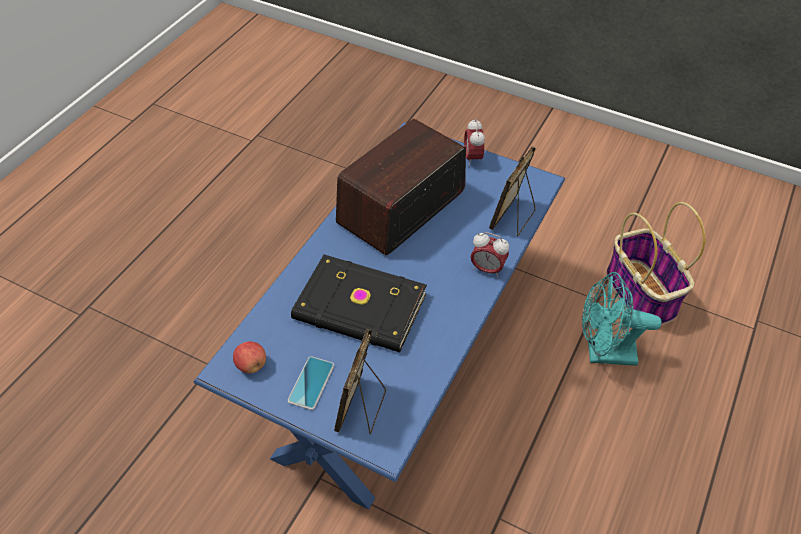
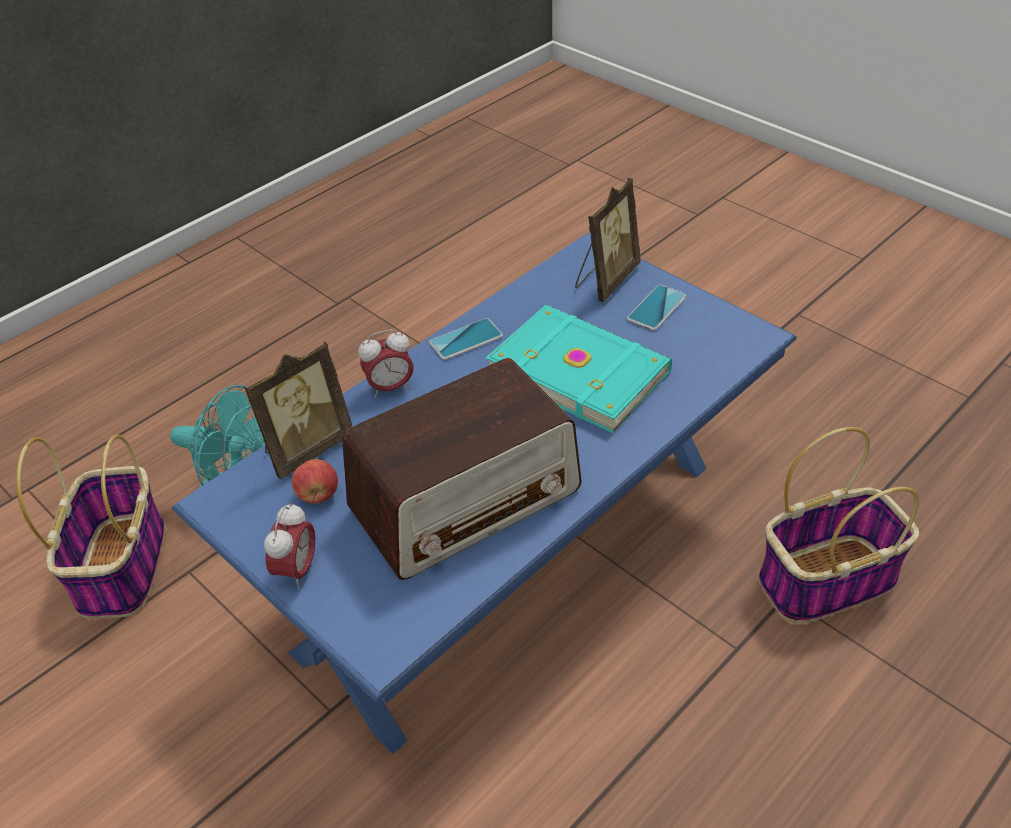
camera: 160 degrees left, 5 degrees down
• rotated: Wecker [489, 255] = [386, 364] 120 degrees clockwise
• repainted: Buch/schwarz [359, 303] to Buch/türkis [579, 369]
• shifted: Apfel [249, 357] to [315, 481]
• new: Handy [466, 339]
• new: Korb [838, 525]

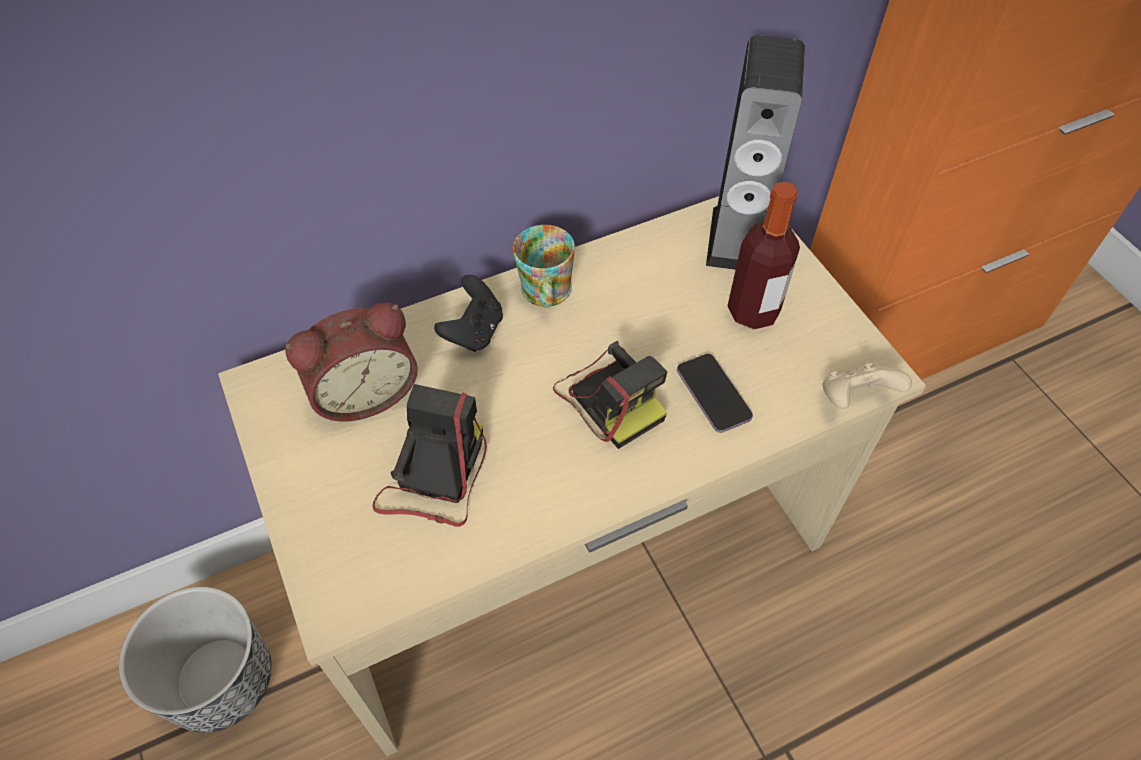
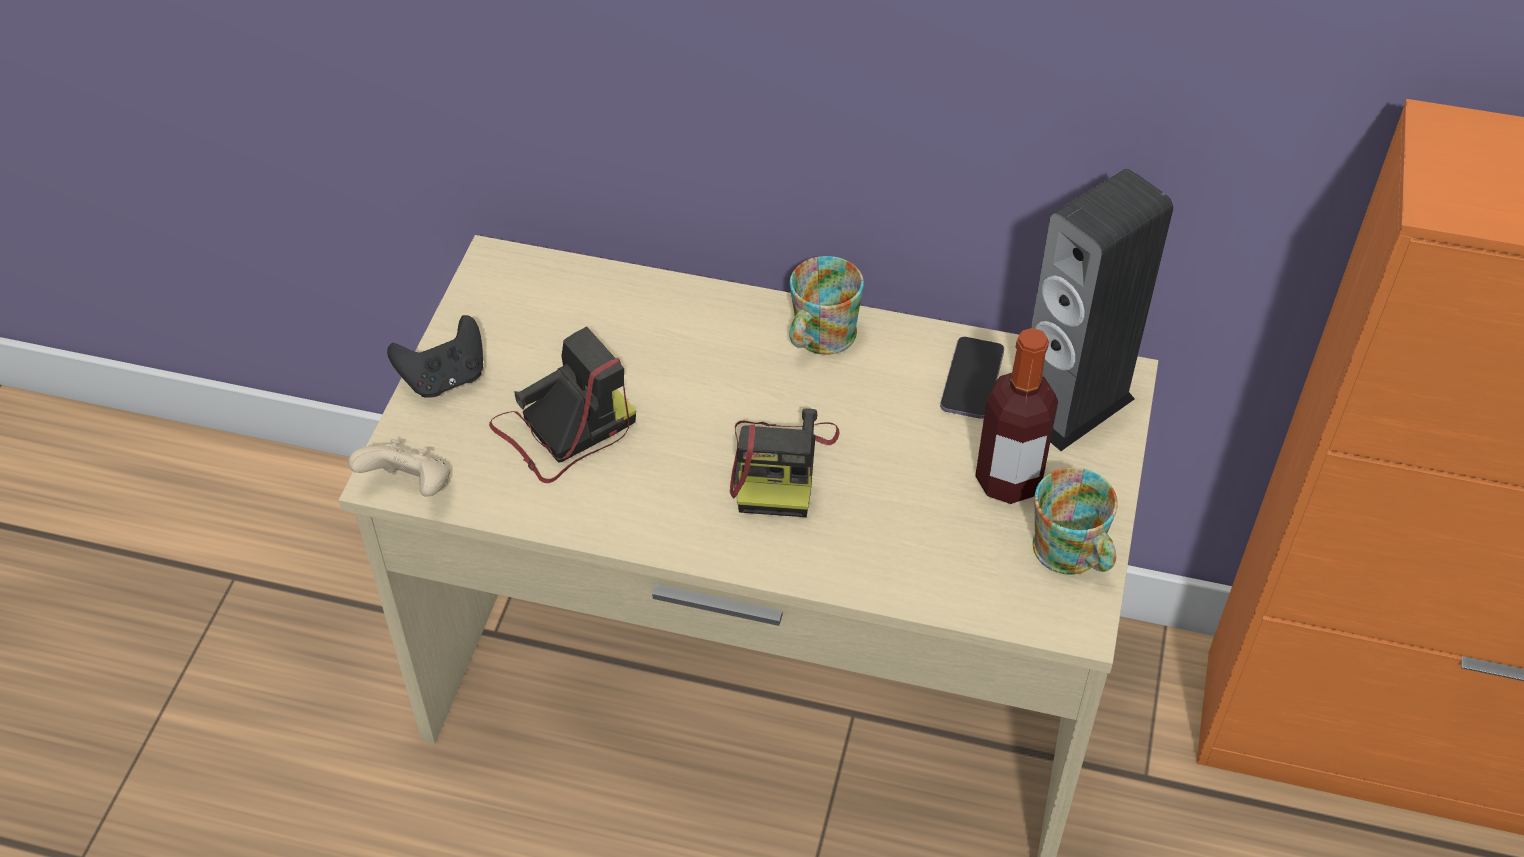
camera: 40 degrees right, 5 degrees down
• shifted: Gamepad/schwarz [468, 313] to [435, 356]
• gone: Wecker [351, 362]
• shifted: Handy [715, 393] to [972, 378]
• shifted: Gamepad/beige [867, 385] to [399, 468]
• gone: Pflanzkübel [195, 660]
• new: Henkelbecher [1075, 521]

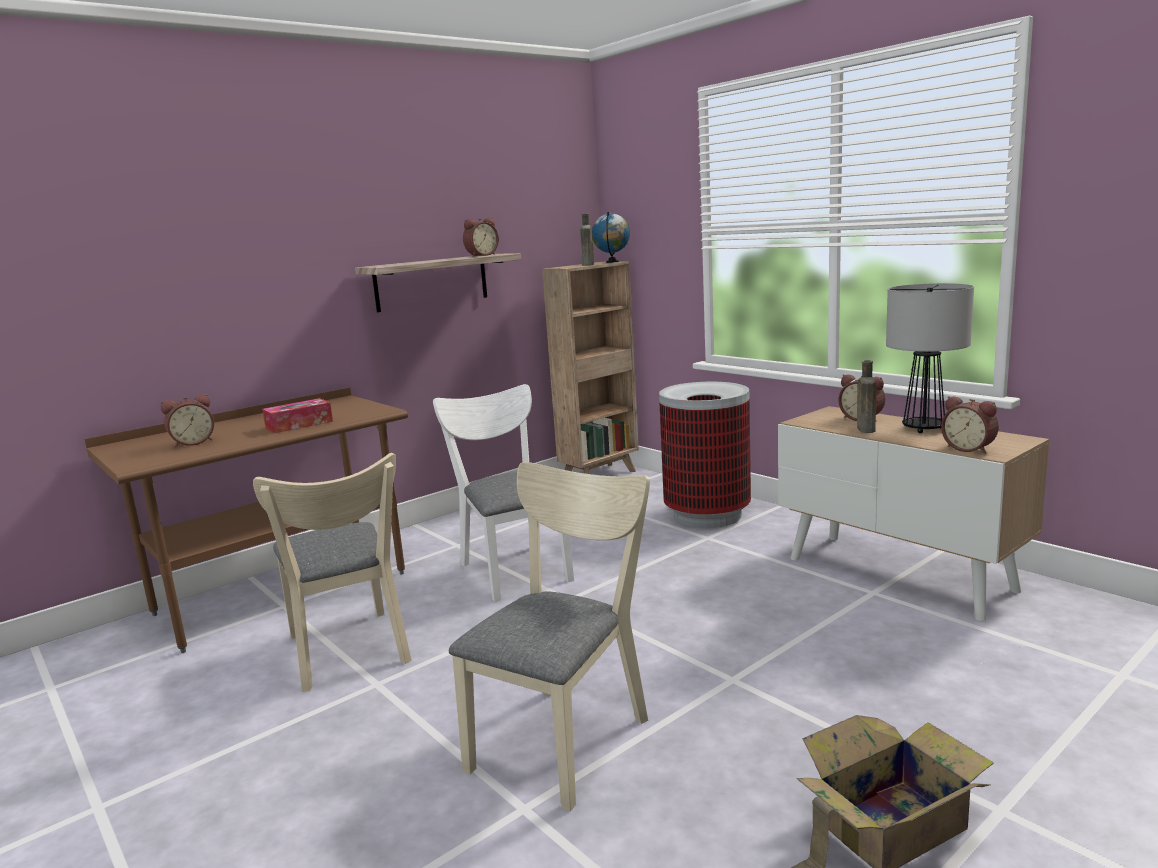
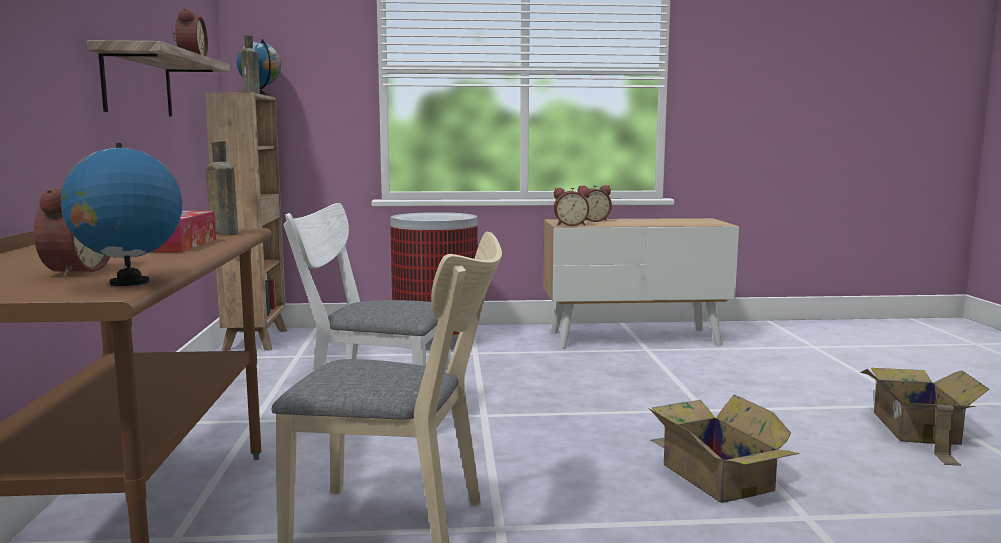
camera: 55 degrees left, 5 degrees down
• gone: Tischlampe [930, 358]
• shifted: Flasche/braun [866, 396] to [222, 188]
• shifted: Wecker [970, 425] to [571, 207]
• swapped: Stuhl/beige [549, 636] to Karton [723, 448]
• new: Globus [121, 214]

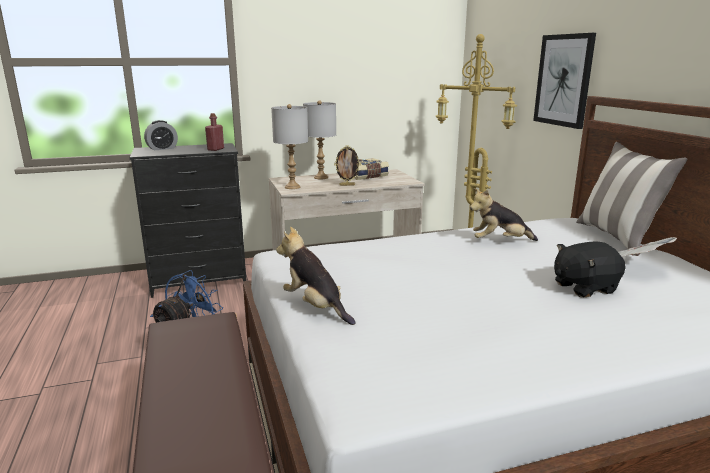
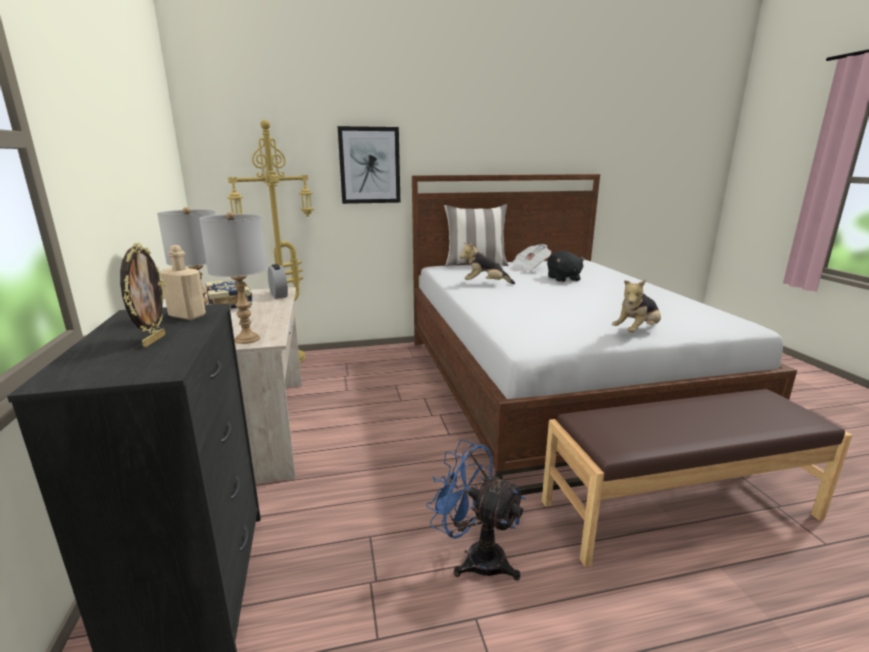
camera: 85 degrees left, 0 degrees up
• repainted: Flasche/rot [214, 132] to Flasche/beige [183, 282]
• shifted: Wecker [161, 135] to [278, 281]
• shifted: Bilderrahmen [347, 165] to [142, 295]
• rotated: Plüschtier [504, 214] = [487, 263] 90 degrees clockwise

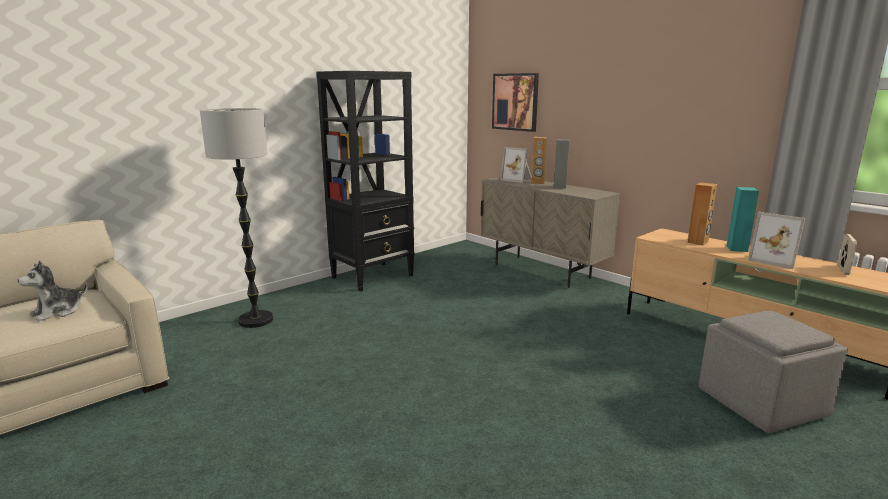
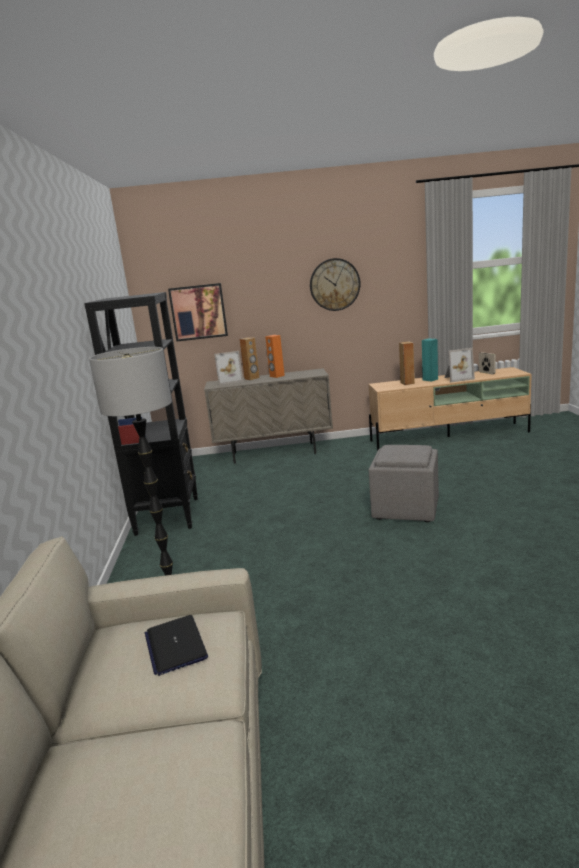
camera: 50 degrees left, 0 degrees up
• repainted: Lautsprecher/grau [561, 164] to Lautsprecher/orange [275, 356]
• swapped: Plüschtier [52, 291] to Laptop [176, 645]
• shifted: Polsterhocker/grau [773, 372] to [404, 483]
• new: Wanduhr [335, 284]

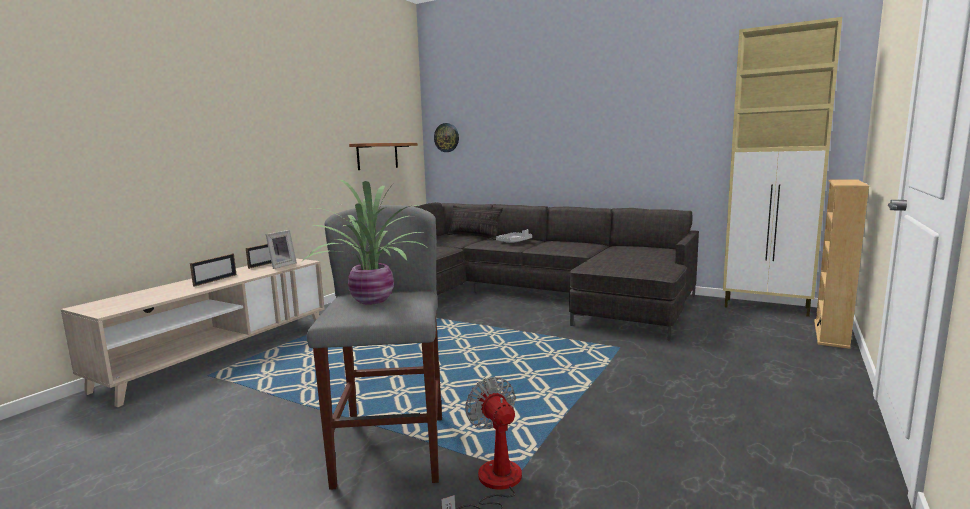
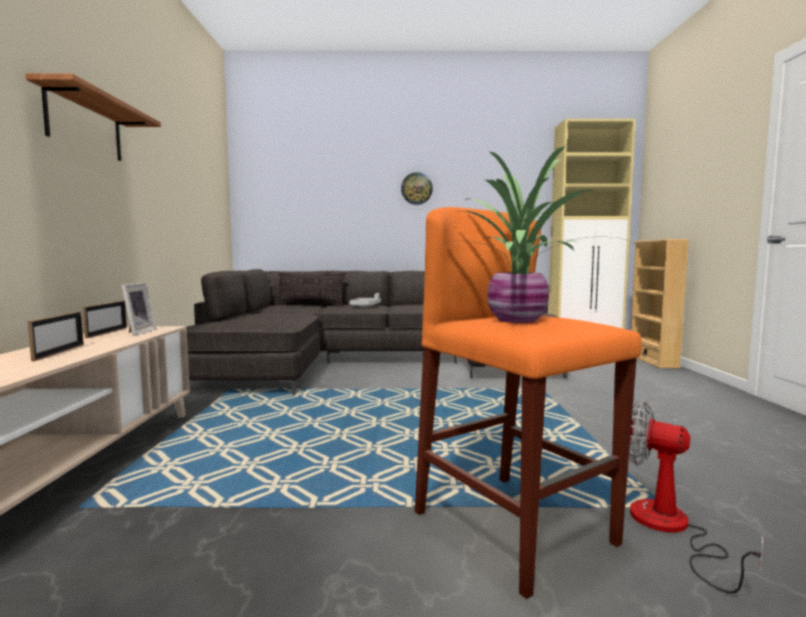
camera: 30 degrees left, 5 degrees down
• shifted: Wanduhr [446, 137] to [417, 188]
• shifted: Wandregal [383, 156] to [93, 117]
• repainted: Hocker/grau [374, 347] to Hocker/orange [528, 403]

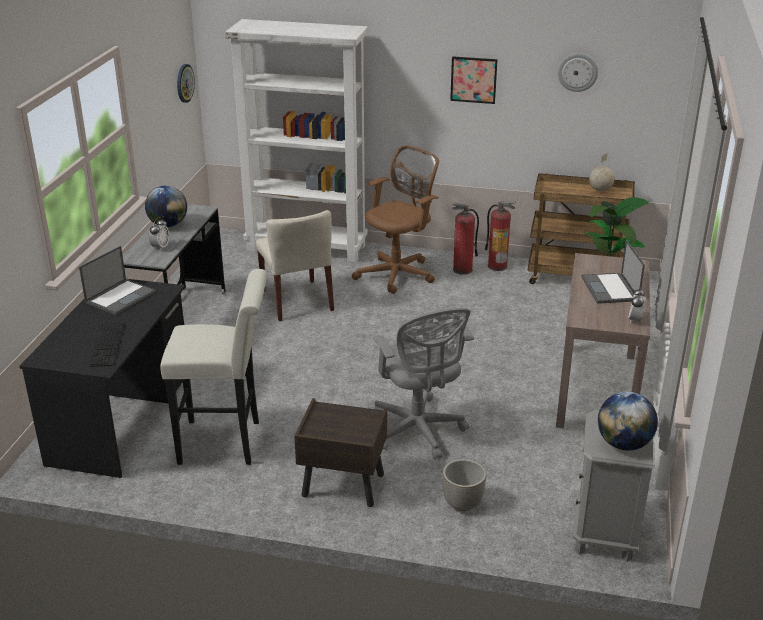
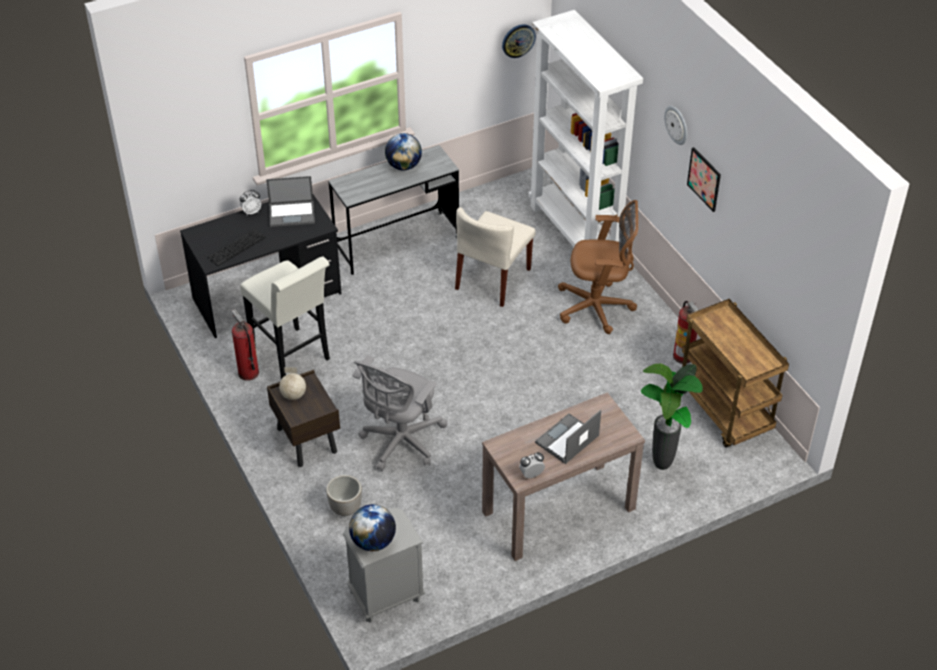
camera: 50 degrees right, 15 degrees up
• shifted: Wanduhr [578, 72] to [675, 125]
• shifted: Globus [601, 172] to [292, 383]
• shifted: Feuerlöscher [465, 238] to [245, 345]
• shifted: Wecker [159, 234] to [250, 202]

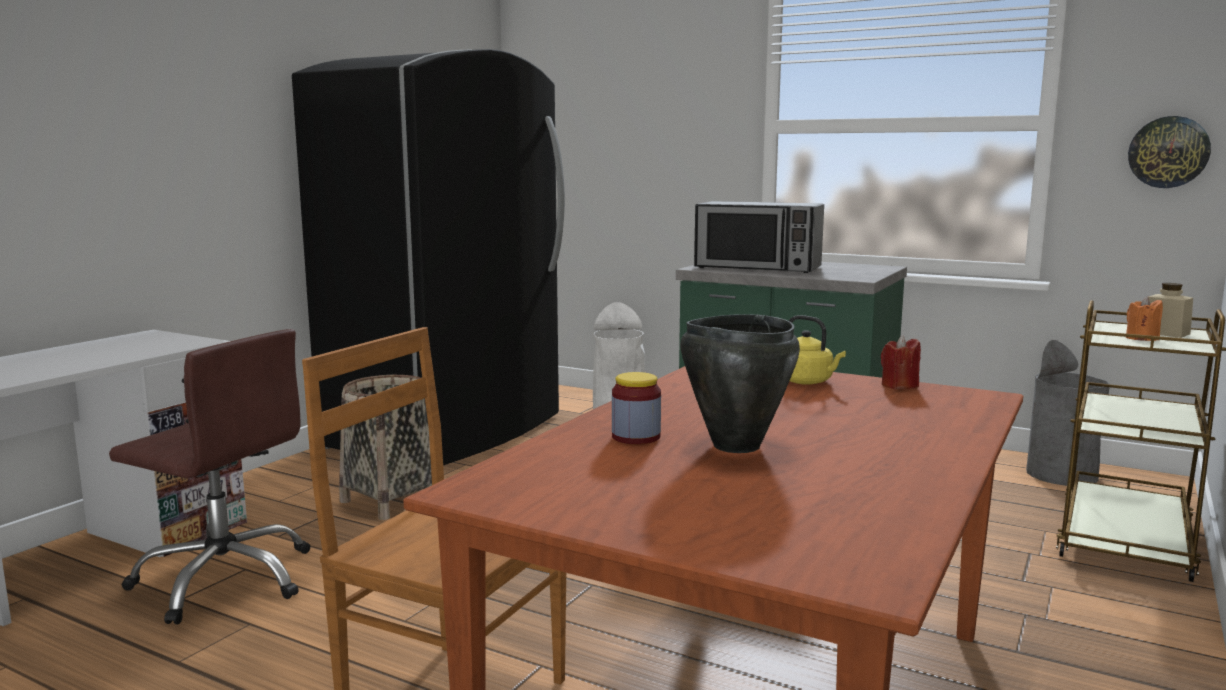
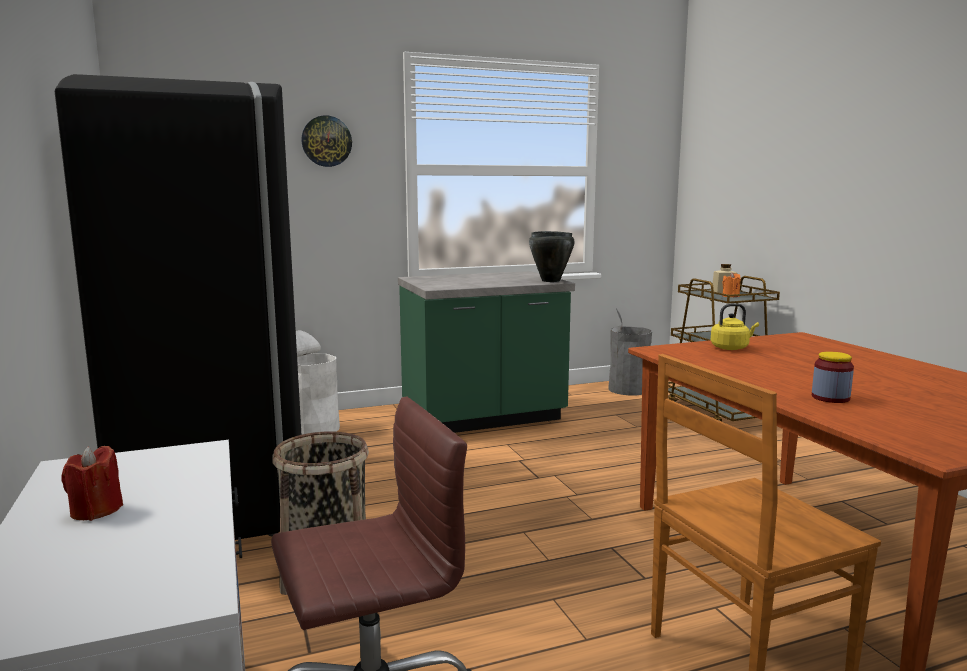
camera: 50 degrees left, 0 degrees up
• shifted: Wanduhr [1169, 152] to [326, 141]
• gone: Mikrowelle [759, 237]
• shifted: Kochtopf/schwarz [740, 383] to [552, 256]
• shifted: Kerze/rot [901, 362] to [92, 483]

